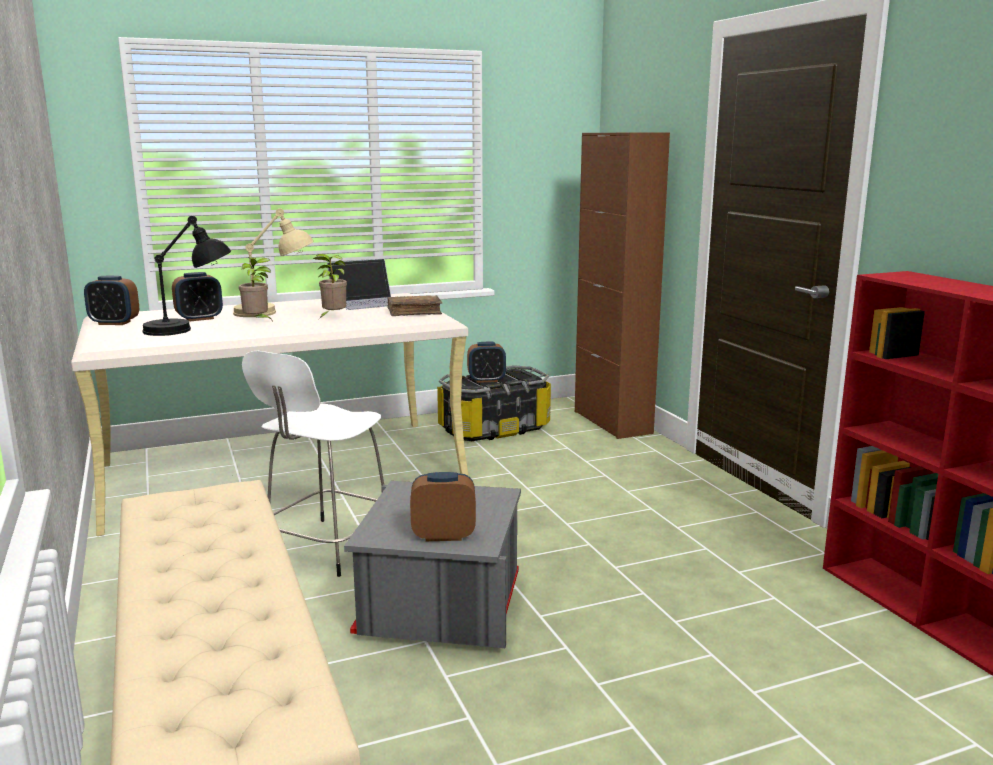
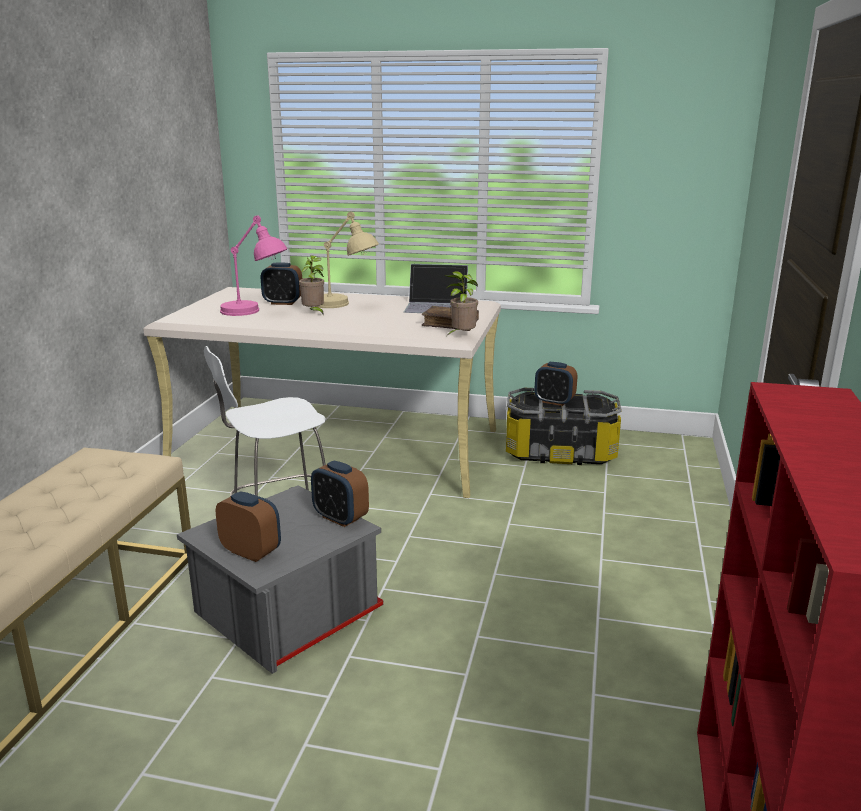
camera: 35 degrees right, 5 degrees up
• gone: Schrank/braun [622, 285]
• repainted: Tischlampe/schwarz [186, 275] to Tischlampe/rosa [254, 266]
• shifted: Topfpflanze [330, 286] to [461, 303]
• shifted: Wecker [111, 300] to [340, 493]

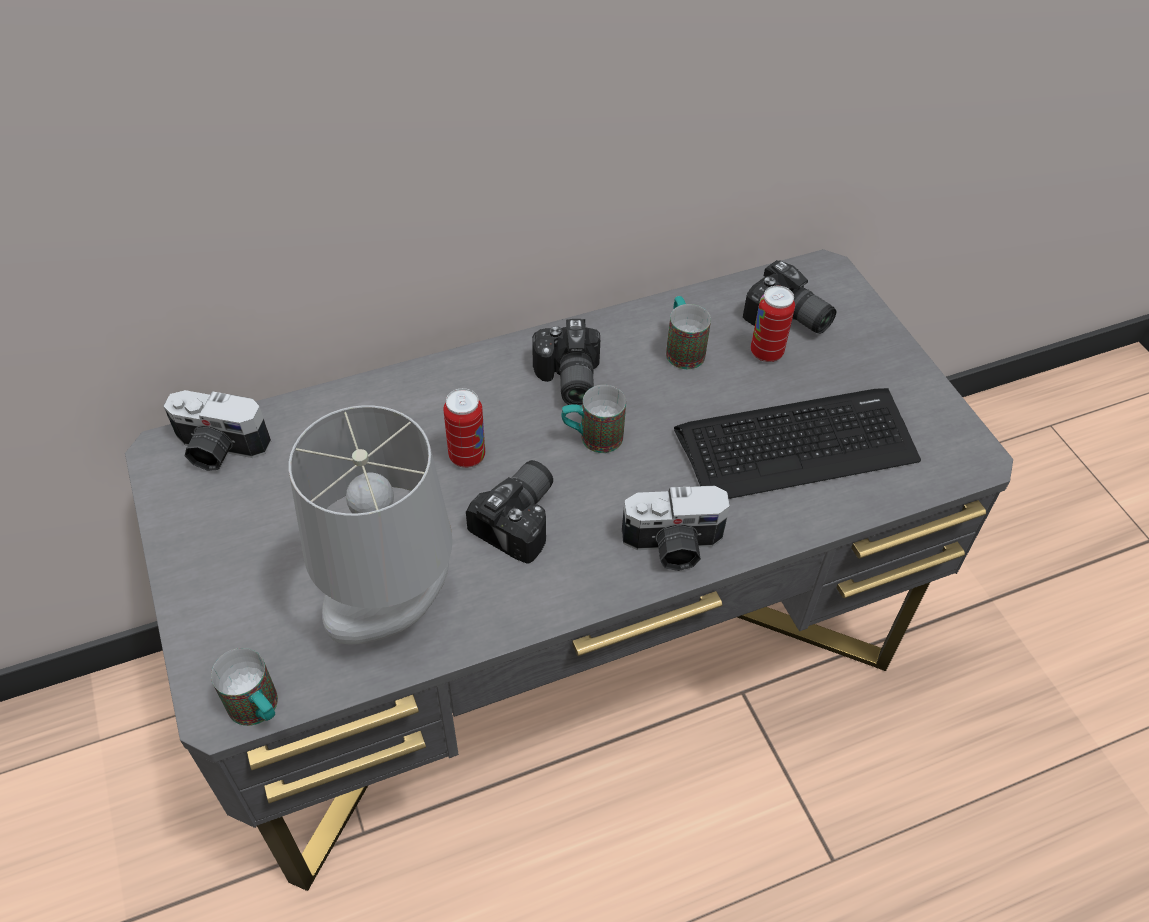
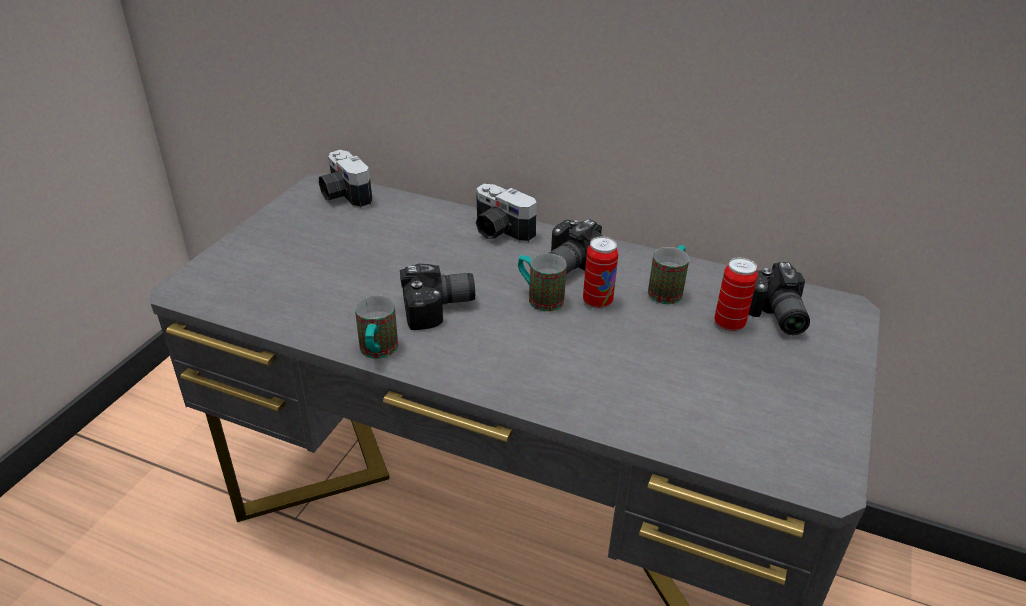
camera: 45 degrees right, 15 degrees down
• shifted: Dose [464, 428] to [601, 272]
• gone: Tastatur [797, 443]
• gone: Tischlampe/grau [371, 524]
• shifted: Kamera [676, 528] to [506, 213]
• shifted: Henkelbecher [244, 687] to [376, 327]

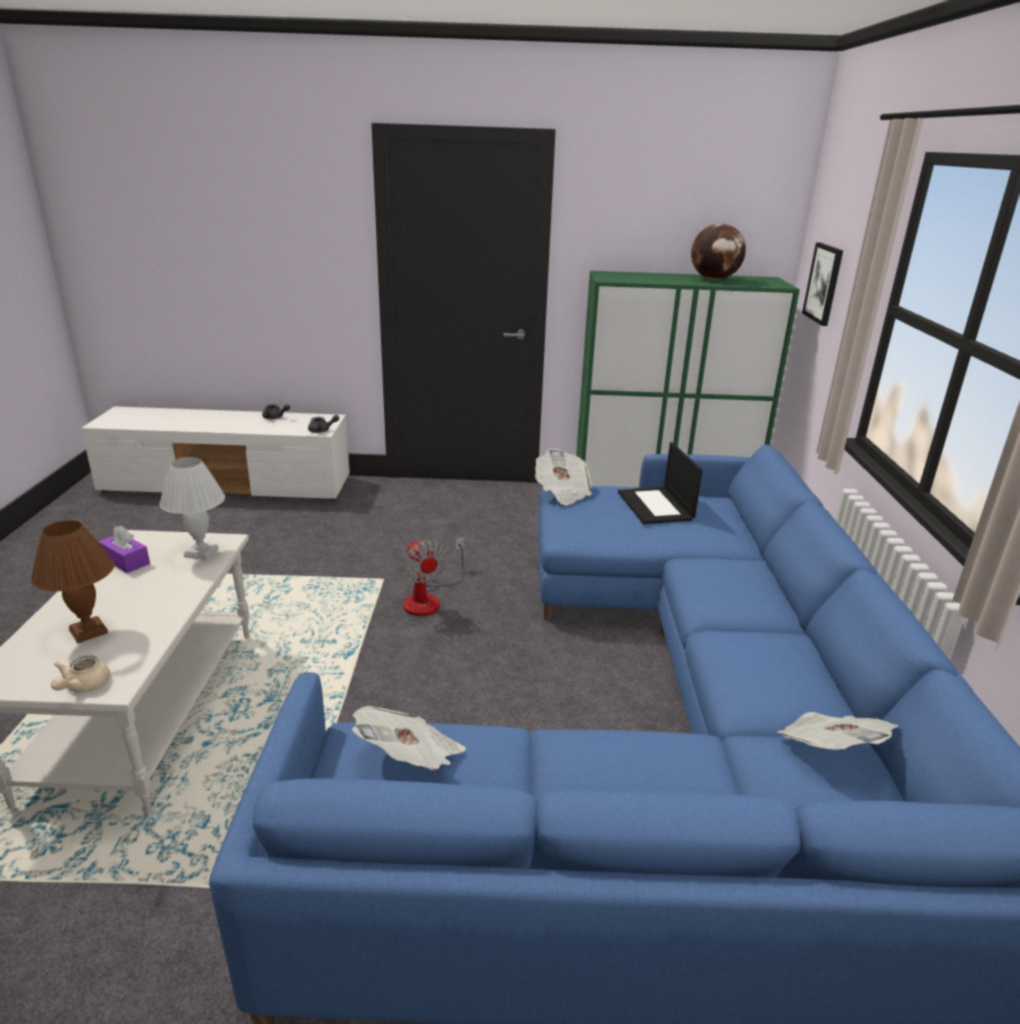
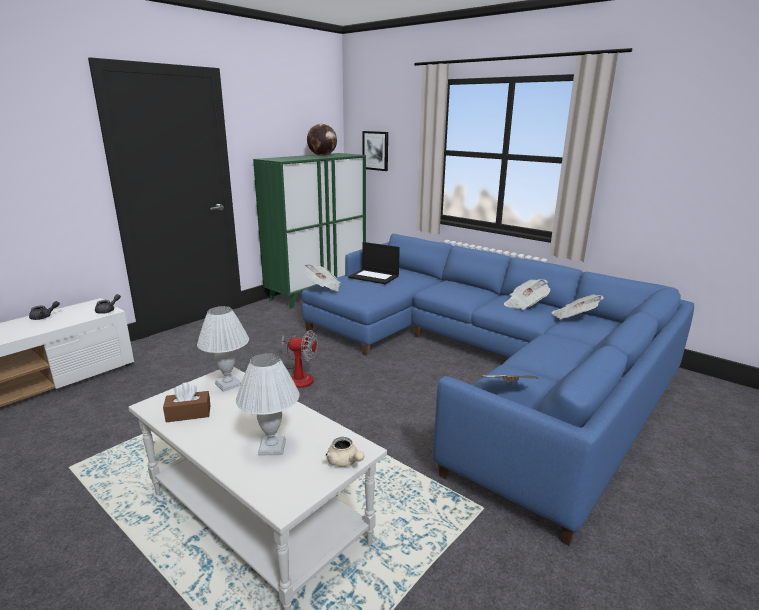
camera: 50 degrees left, 5 degrees down
• repainted: Tischlampe/braun [72, 581] to Tischlampe/weiß [268, 404]
• repainted: Taschentuchbox/lila [124, 549] to Taschentuchbox/braun [186, 402]
• new: Zeitung [527, 294]

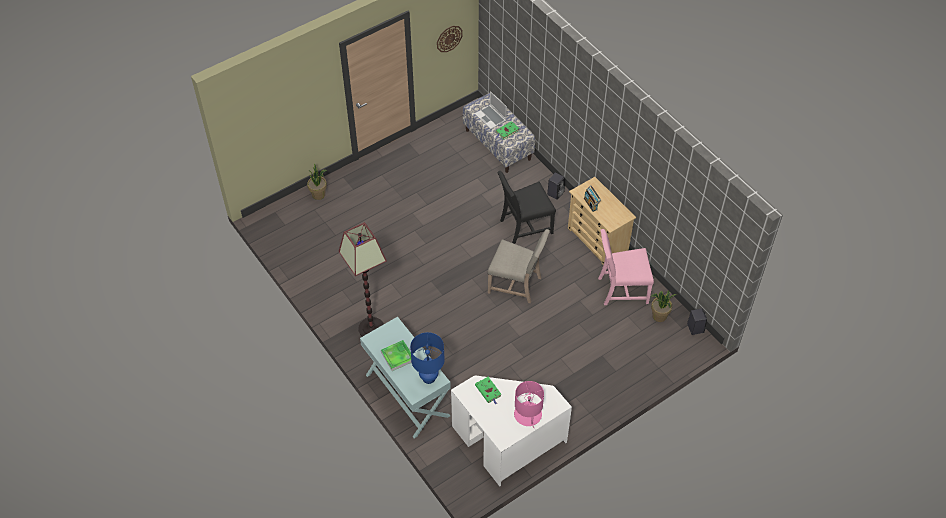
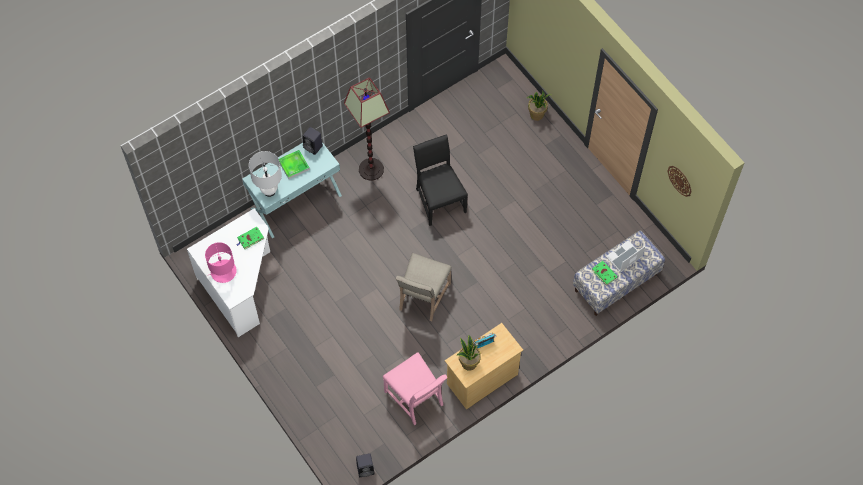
camera: 90 degrees right, 10 degrees up
• shifted: Stuhl/schwarz [526, 207] to [440, 180]
• shifted: Lautsprecher/schwarz [556, 186] to [312, 141]
• rotated: Stuhl/rosa [626, 267] = [415, 388] 150 degrees clockwise
• shifted: Topfpflanze [664, 306] to [469, 353]
• repainted: Tischlampe/blau [427, 358] to Tischlampe/weiß [265, 174]

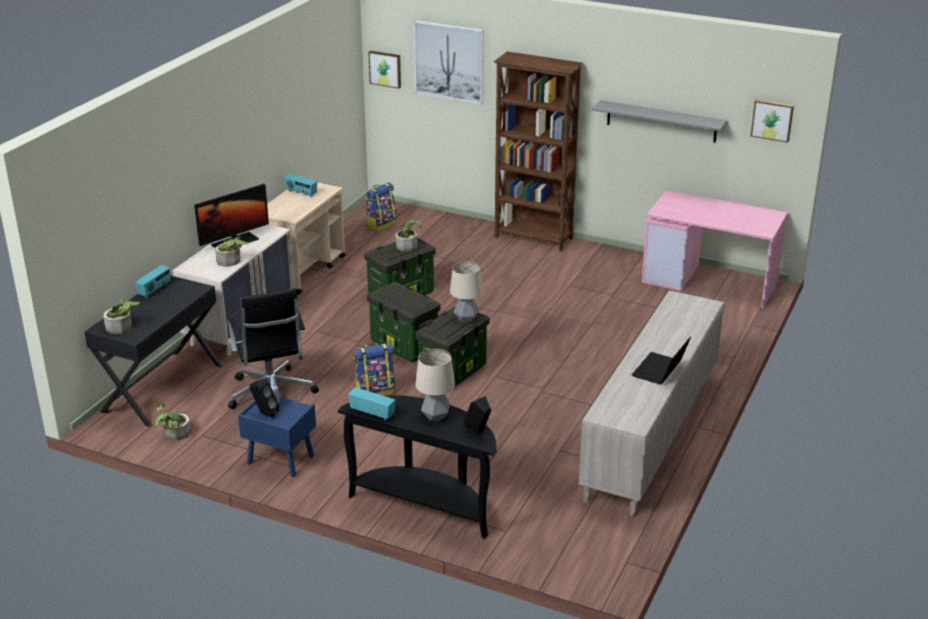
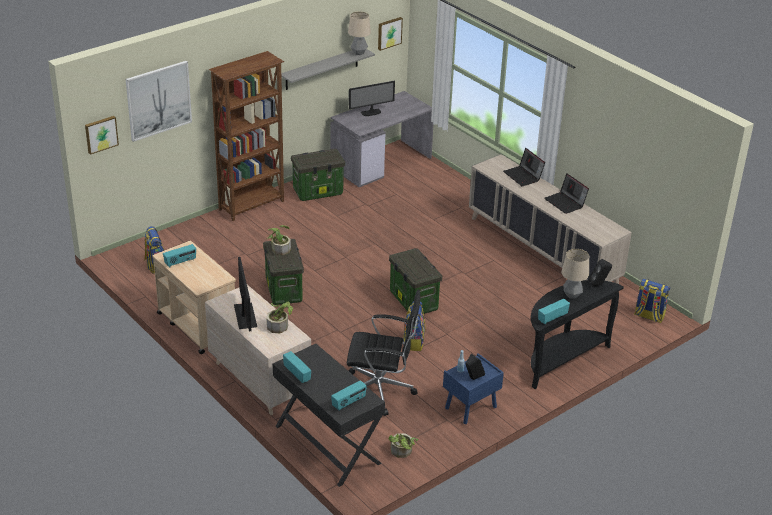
camera: 65 degrees left, 5 degrees up
• repainted: Schreibtisch/rosa [714, 249] to Schreibtisch/grau [382, 139]
• shifted: Tischlampe [466, 292] to [359, 33]
• shifted: Aufbewahrungsbox [403, 322] to [318, 175]
• swapped: Topfpflanze [121, 316] to Radio [349, 395]
• new: Monitor [372, 98]
• new: Laptop [524, 167]
• new: Rucksack [652, 301]

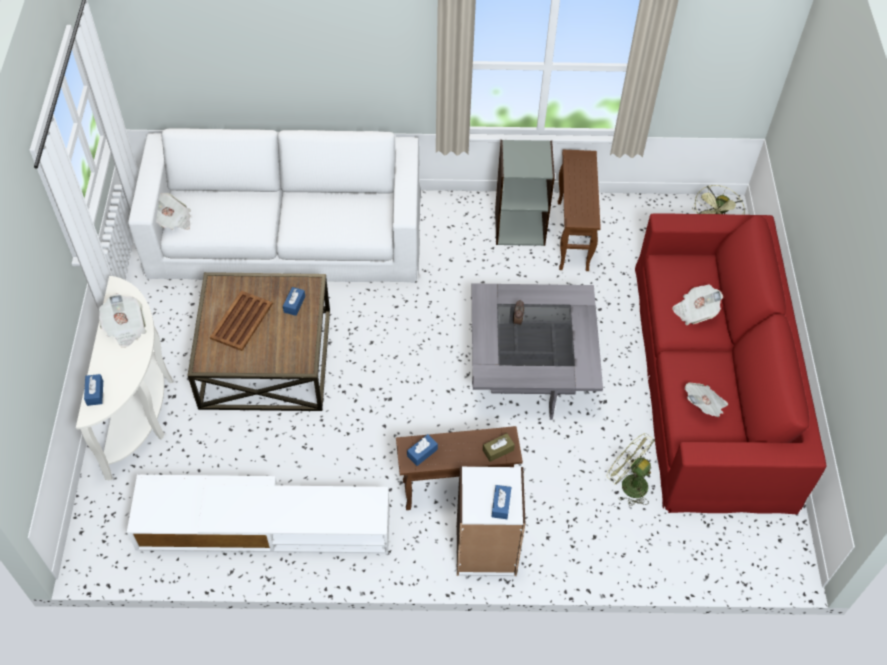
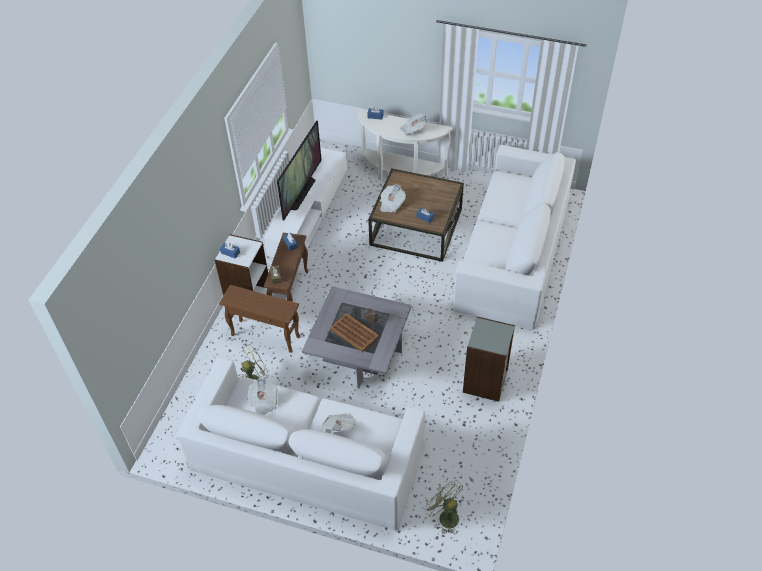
camera: 110 degrees right, 5 degrees down
• shifted: Beistelltisch/braun [579, 210] to [259, 319]
• shifted: Zeitung [173, 211] to [393, 198]
• repainted: Sofa/rot [730, 363] to Sofa/weiß [301, 444]
• shifted: Tablett/braun [241, 321] to [354, 332]
• new: Fernseher [299, 171]

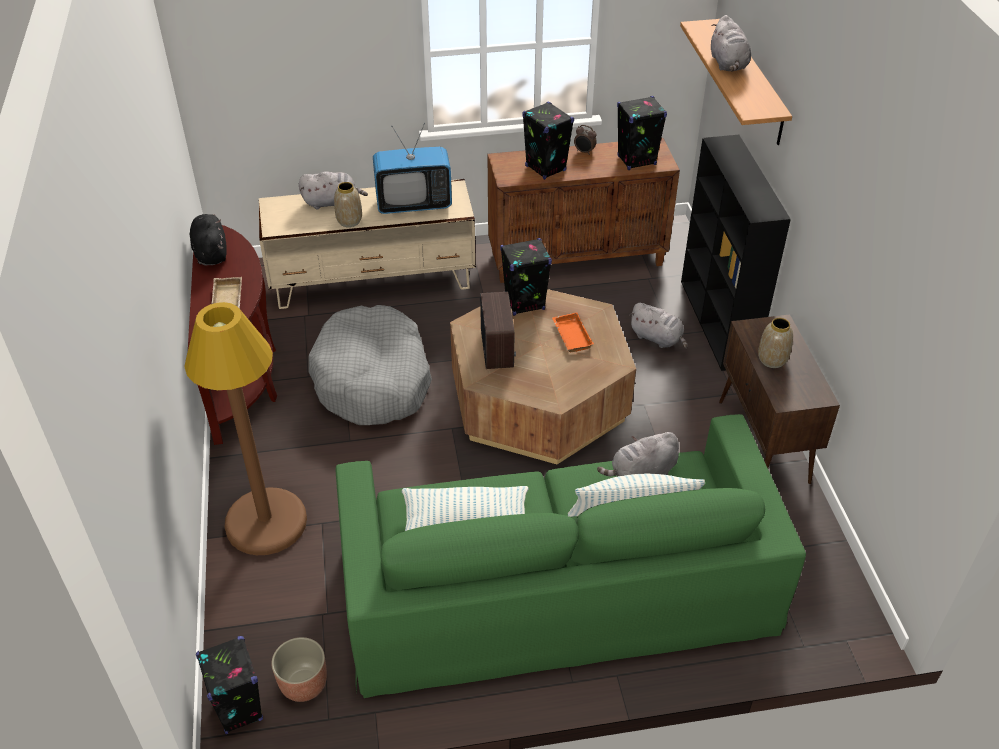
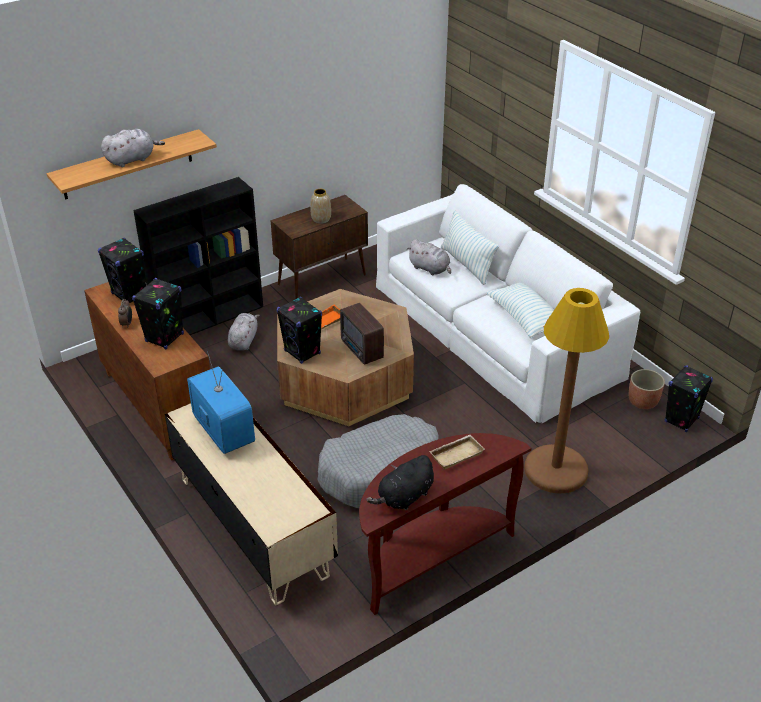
camera: 115 degrees left, 5 degrees down
• gone: Plüschtier/grau [333, 190]
• gone: Vase [348, 204]
• rotated: Radio [498, 330] = [362, 334] 90 degrees counterclockwise
• repainted: Sofa/grün [570, 556] to Sofa/weiß [508, 303]

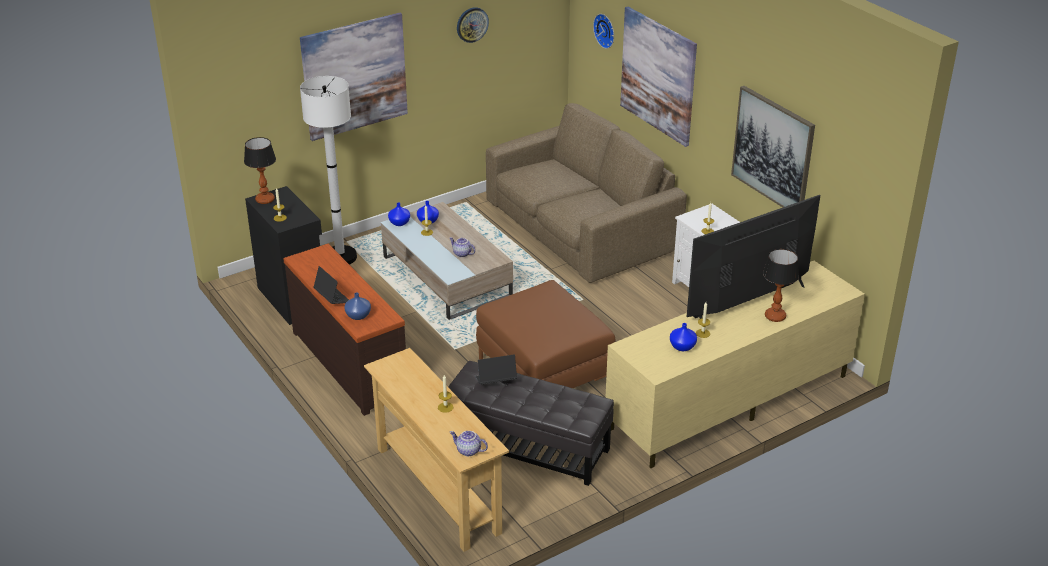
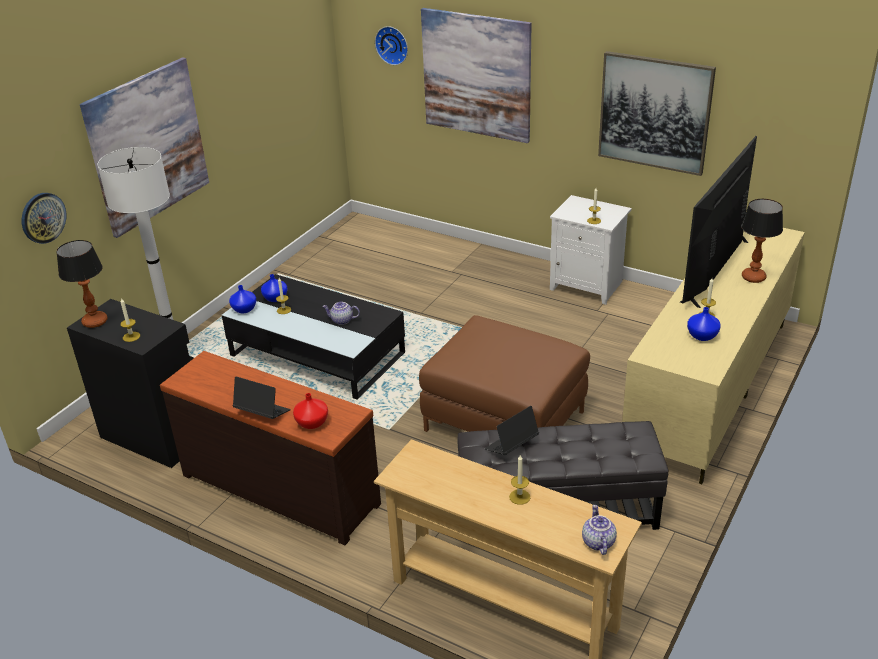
camera: 25 degrees left, 0 degrees up
• shifted: Wanduhr [473, 25] to [44, 218]
• gone: Sofa/braun [586, 193]
• repainted: Couchtisch/beige [447, 261] to Couchtisch/schwarz [313, 336]
• repainted: Vase/blau [357, 306] to Vase/rot [310, 411]
• rotated: Teekanne [469, 443] = [599, 530] 90 degrees clockwise

